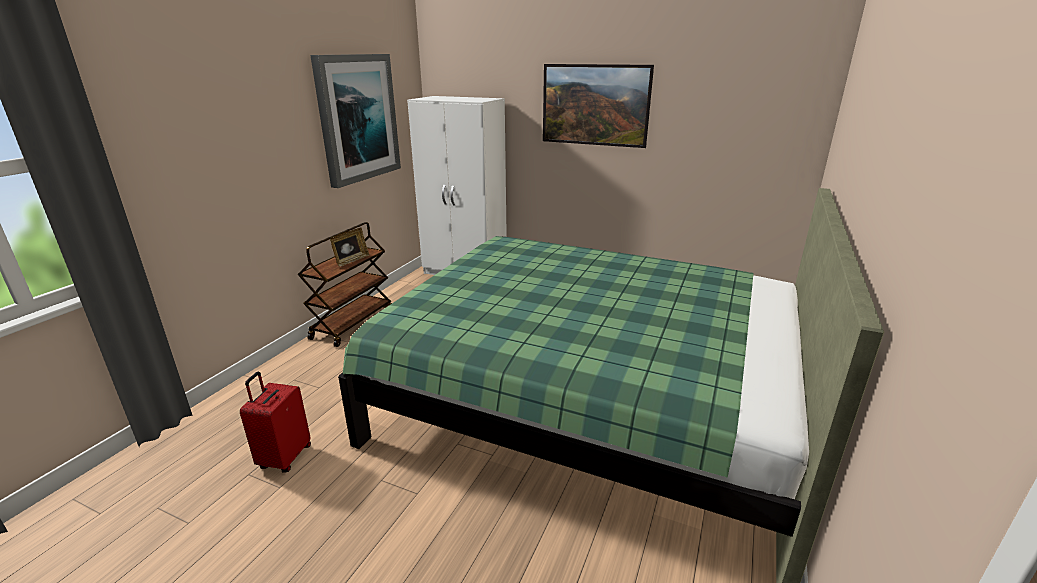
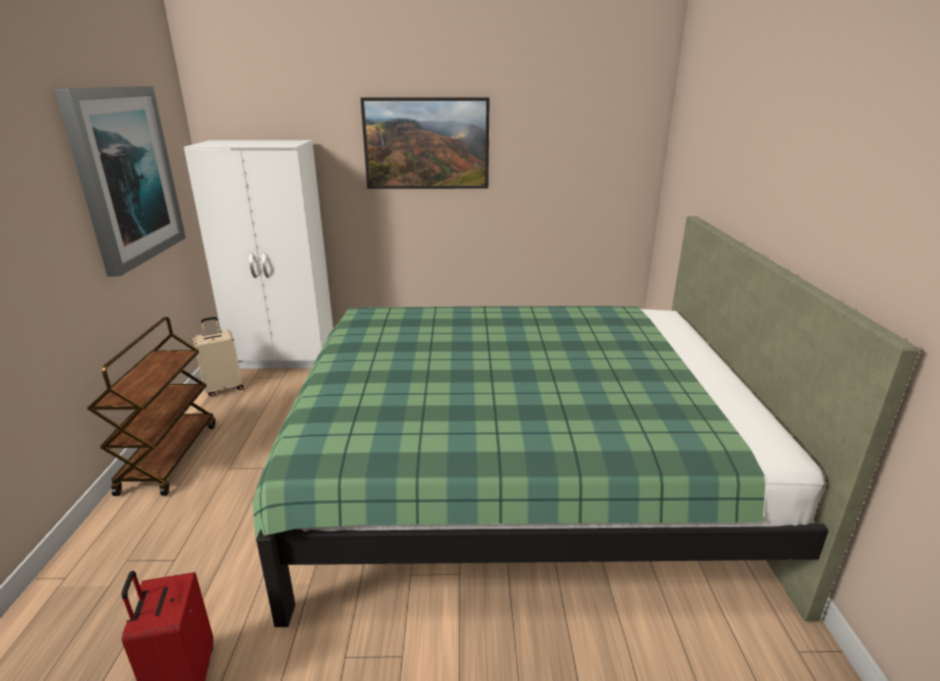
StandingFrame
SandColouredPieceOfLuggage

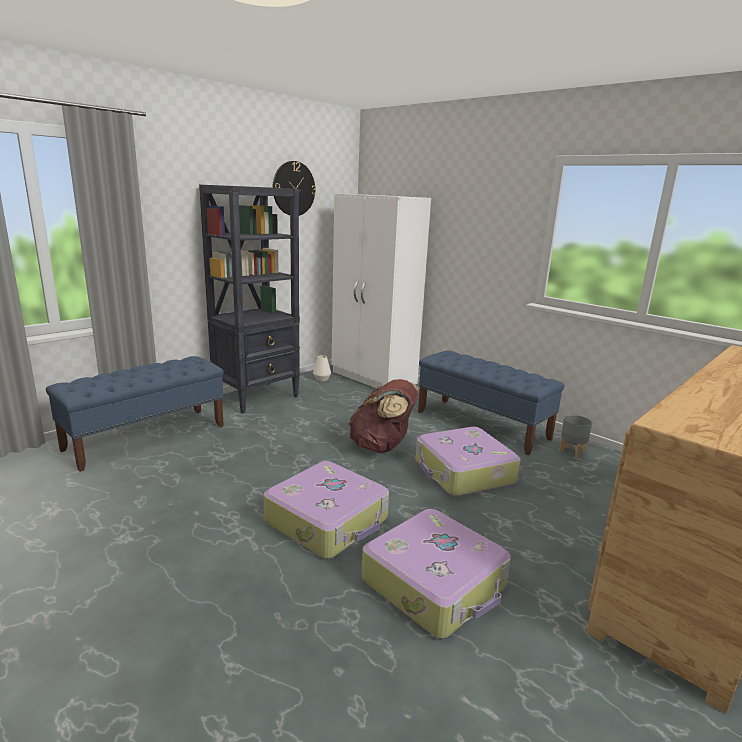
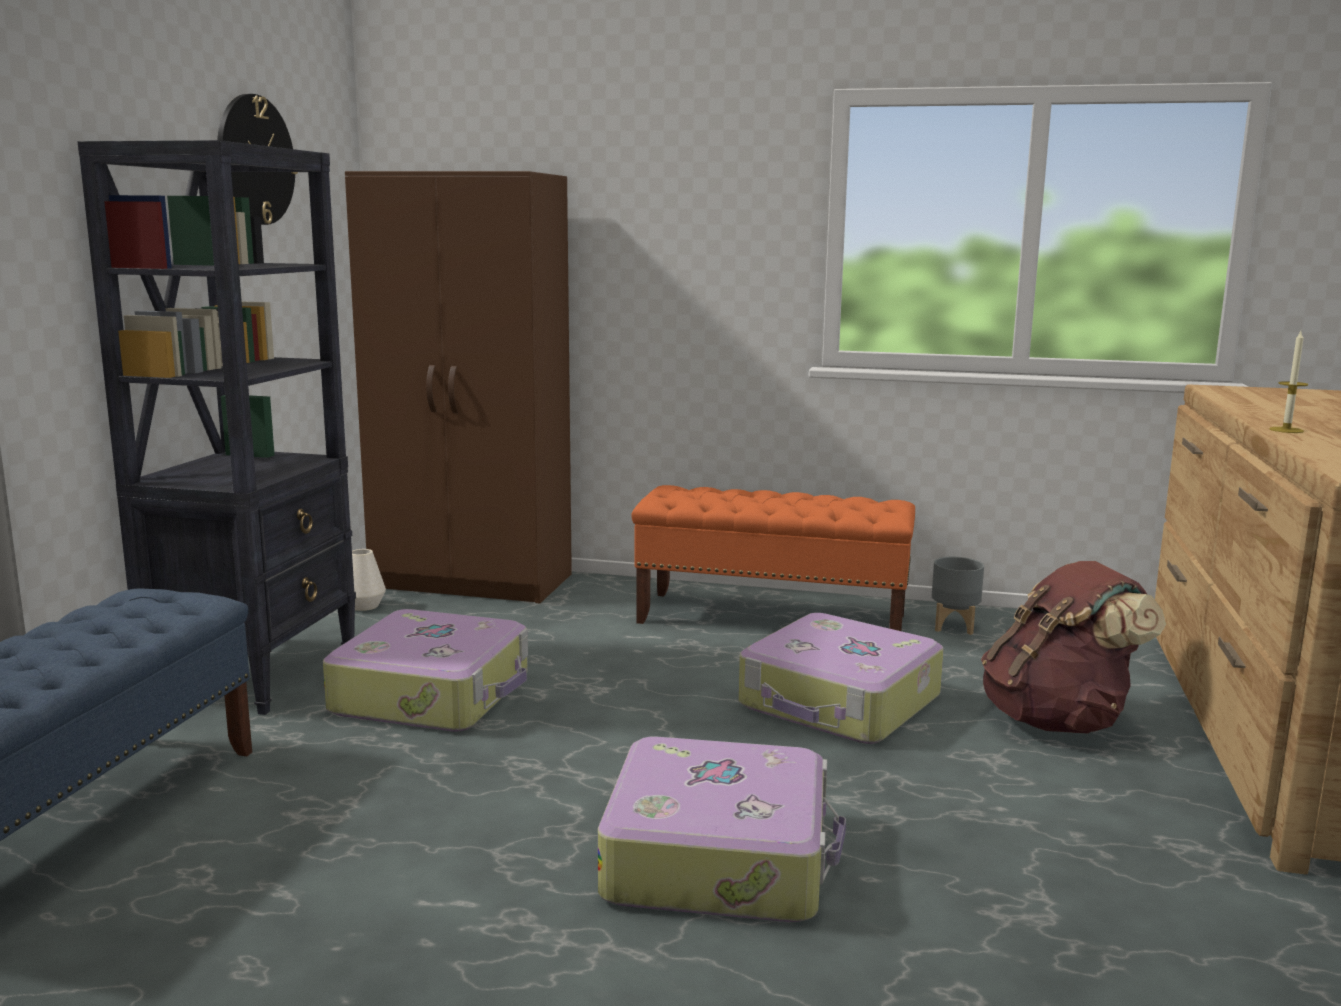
BrownishWardrobe
BrownishRucksack
PieceOfLuggage (no. 1 from left)
OrangeIndoorBench
WaxLight

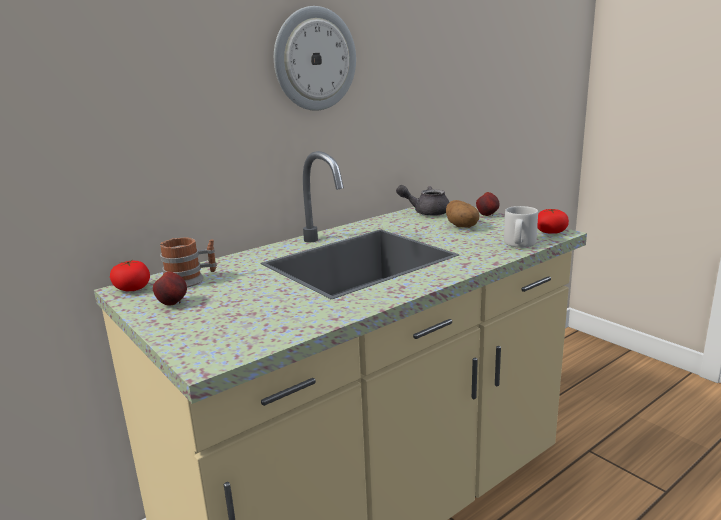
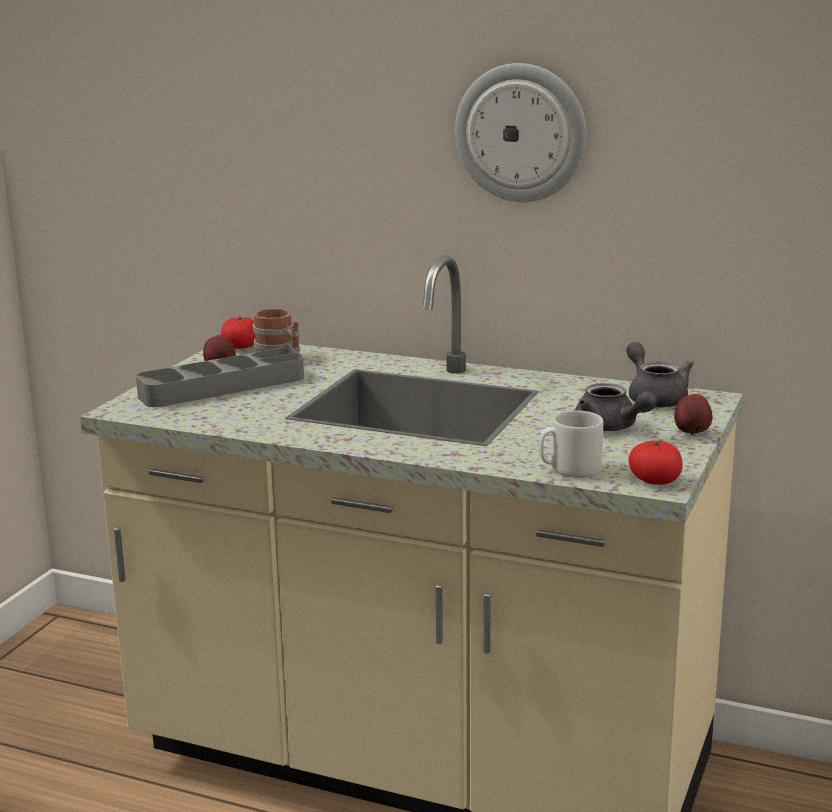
GreyTeapot (no. 1 from left)
GreyServingTray

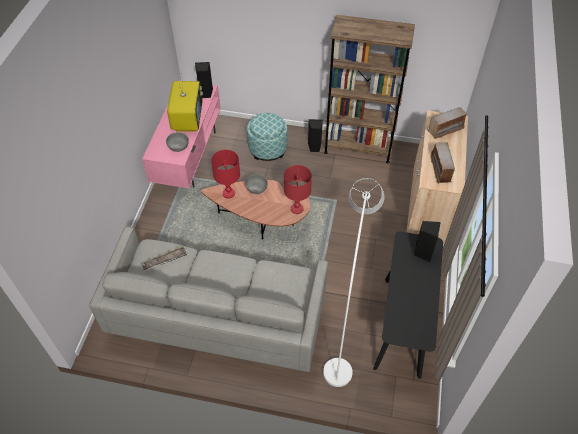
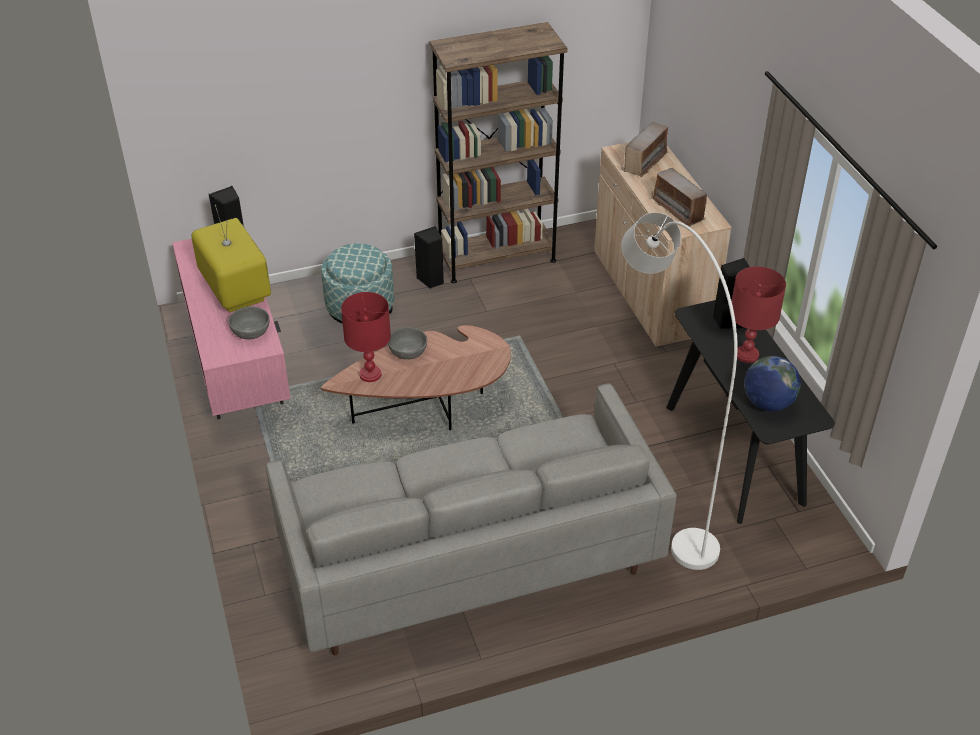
ServingTray
ReddishLampForATable (no. 2 from left)
Globe

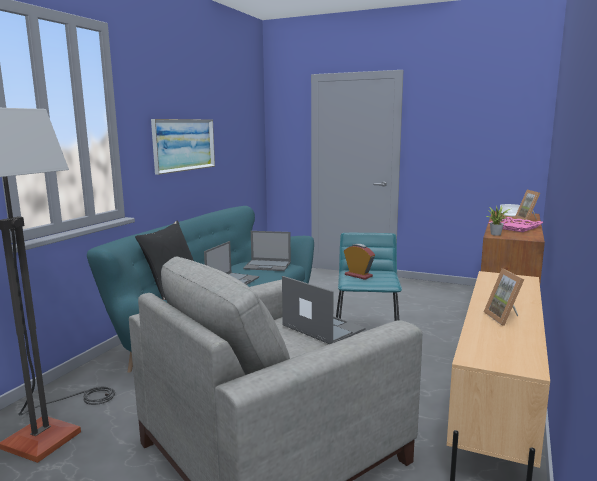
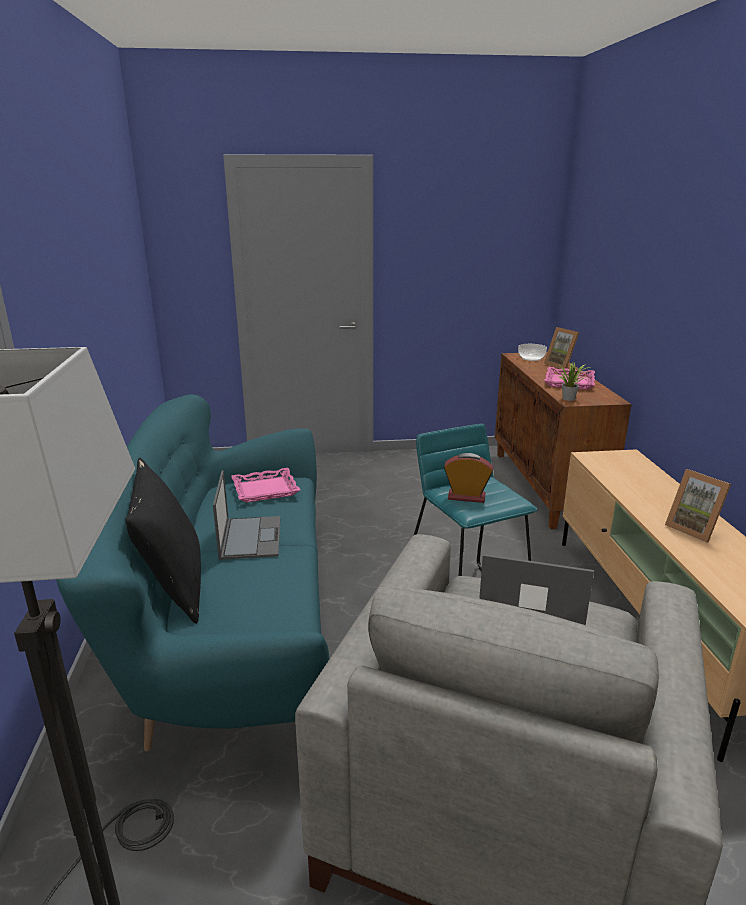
WallArt
PinkServingTray (no. 1 from left)

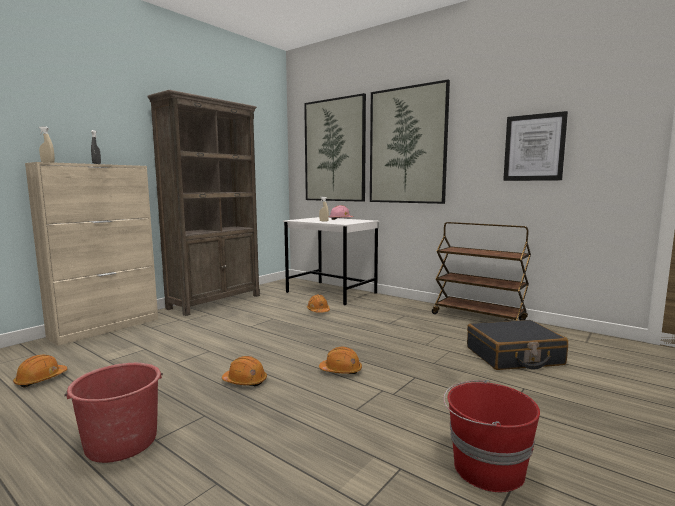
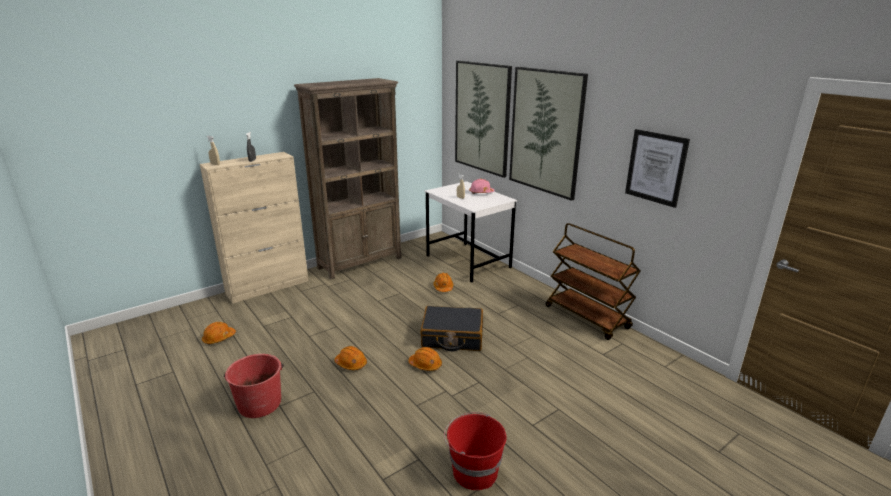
BlackPieceOfLuggage

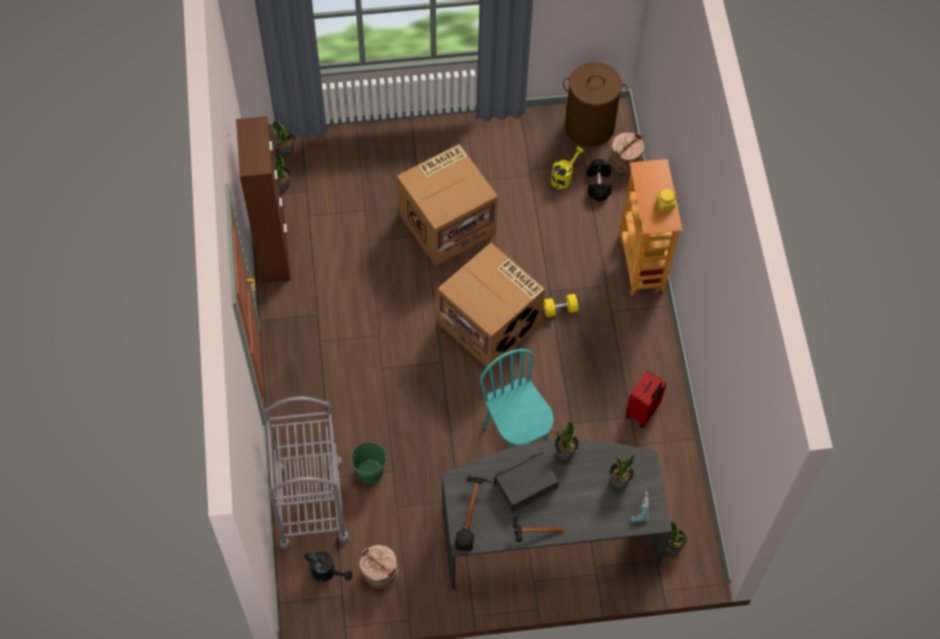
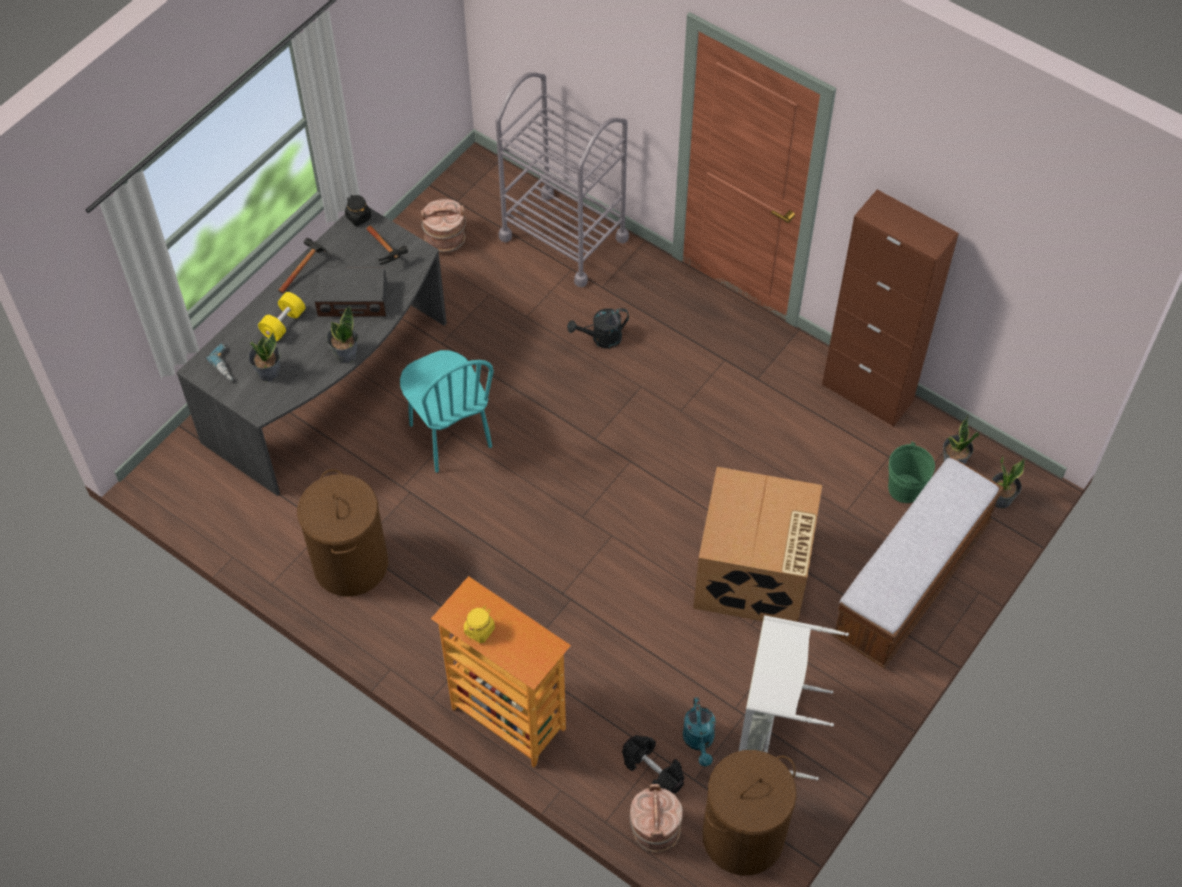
BlackWateringCan
GreenishBucket
Carton (no. 2 from left in the first image)
TurquoisePlainChair
Radio
YellowColouredFreeWeight
TurquoiseWateringCan
BrownishLaundryBasket (no. 1 from left)
Houseplant (no. 5 from left in the first image)
GreyLaundryBasket
IndoorBench

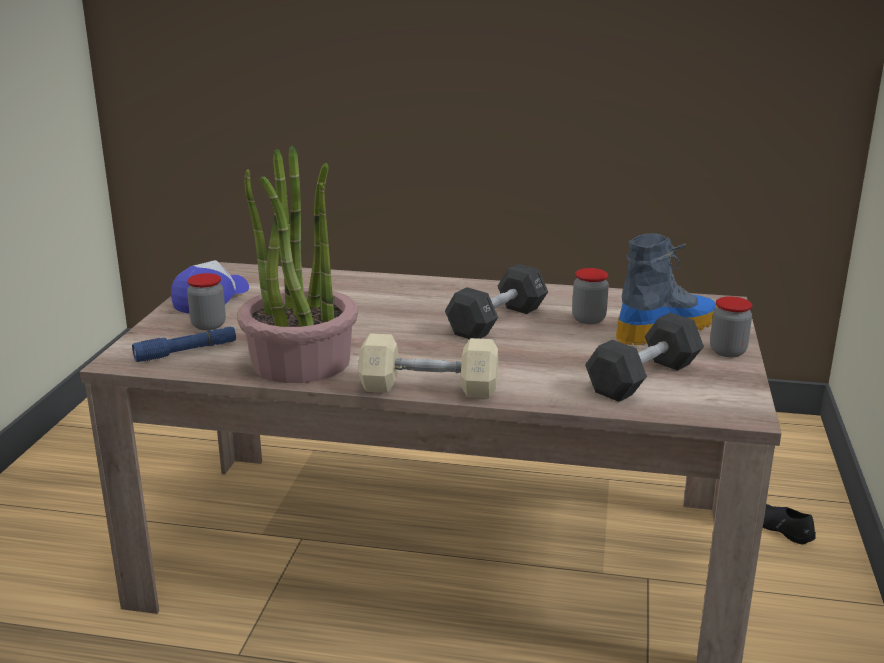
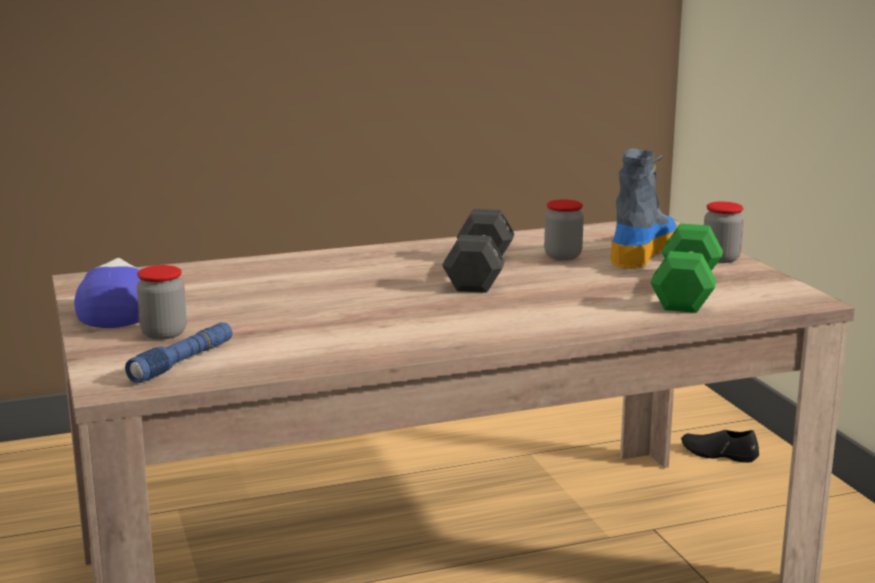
Houseplant
SandColouredFreeWeight
GreenishFreeWeight

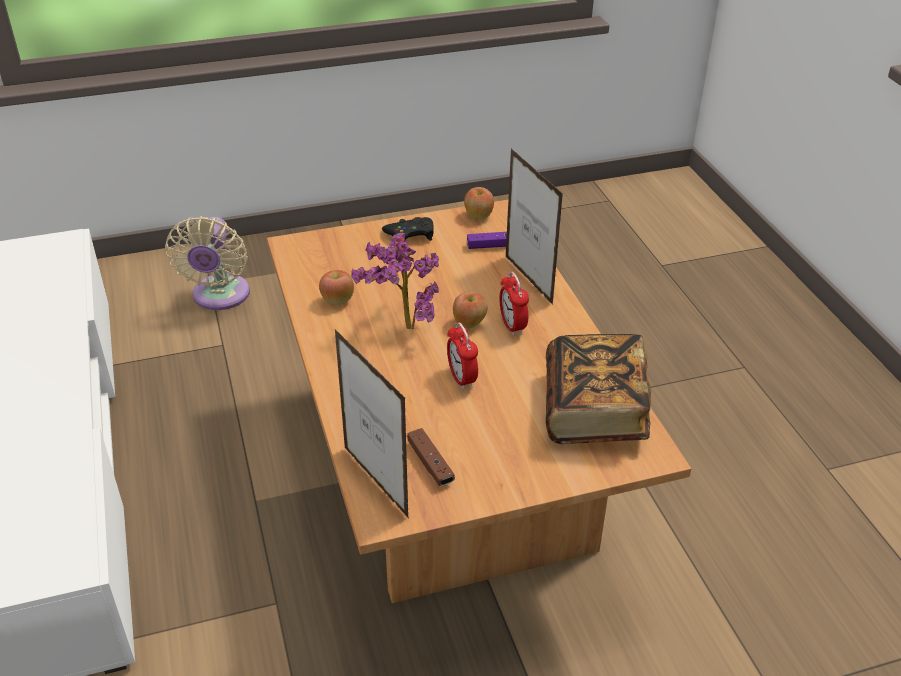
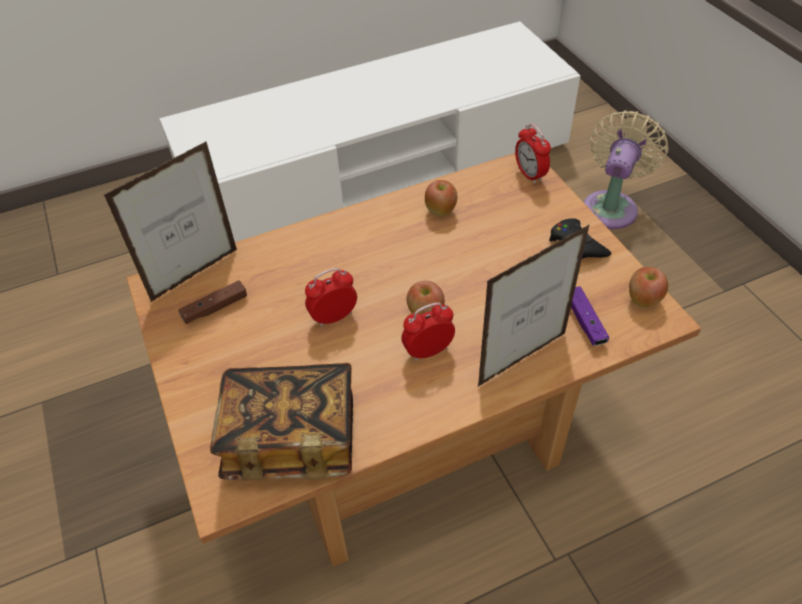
SandColouredElectricFan
Houseplant
AlarmClock (no. 3 from left)

